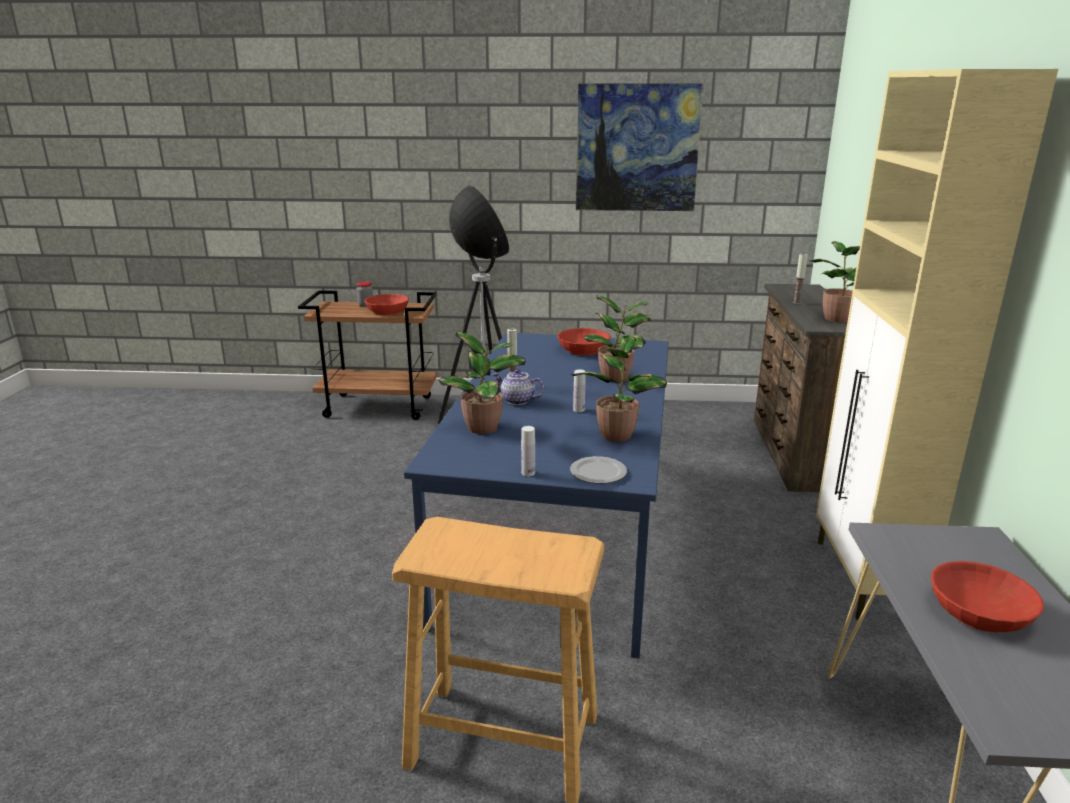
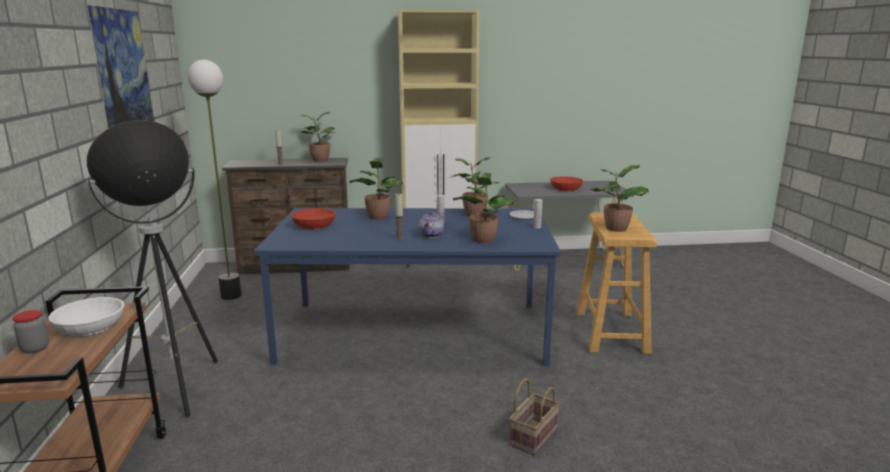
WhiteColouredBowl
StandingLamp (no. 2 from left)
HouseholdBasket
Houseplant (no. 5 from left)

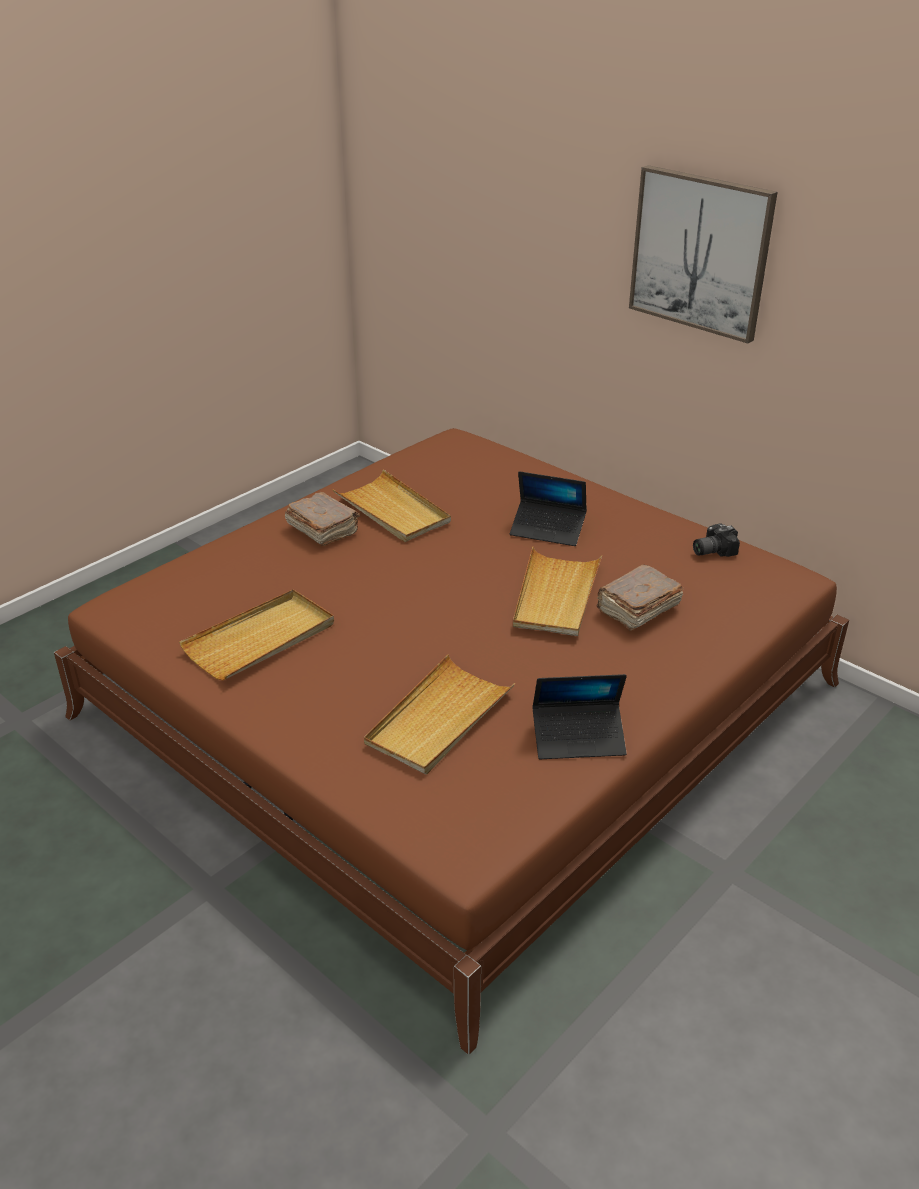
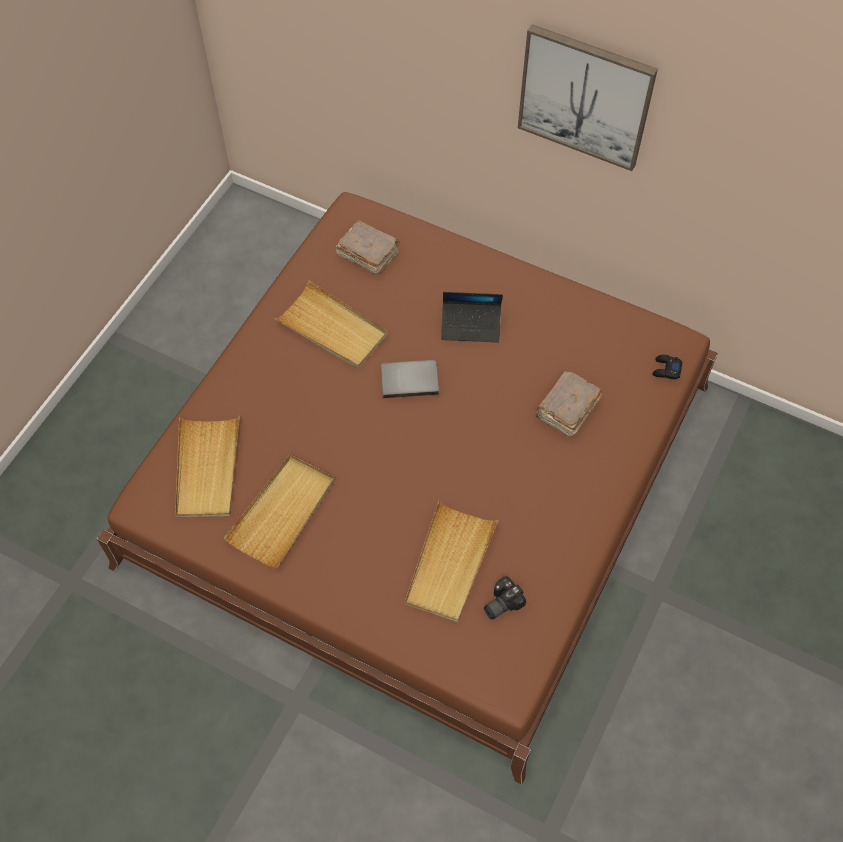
BrownishBook (no. 1 from left)
SandColouredServingTray (no. 1 from left)
Laptop (no. 2 from left in the first image)
PhotoCamera
GreyBook
BlackJoypad

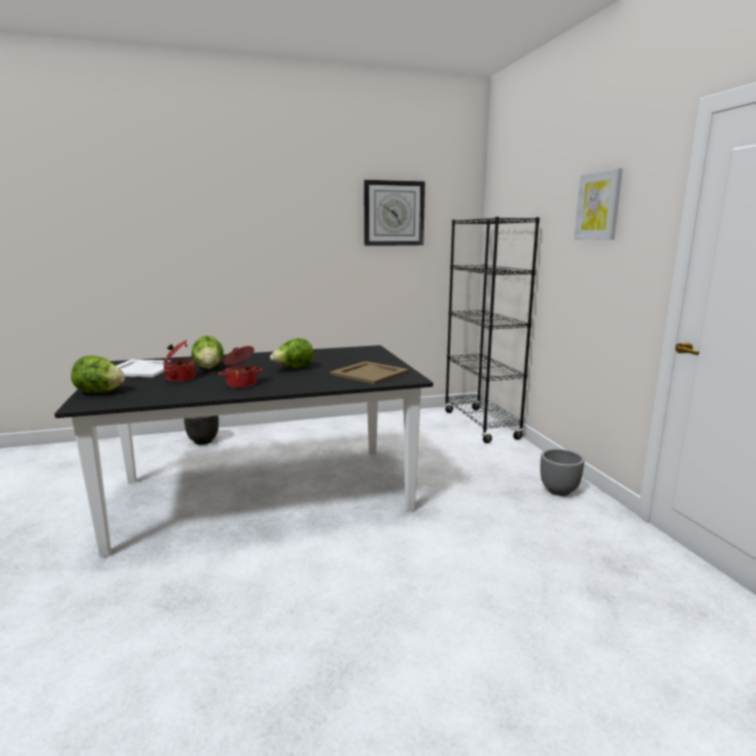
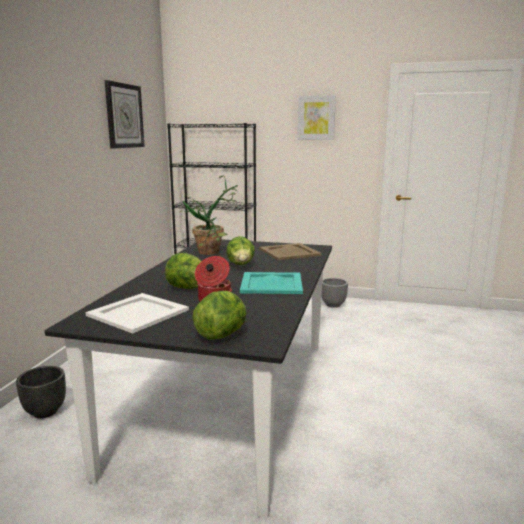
TurquoiseServingTray
Houseplant

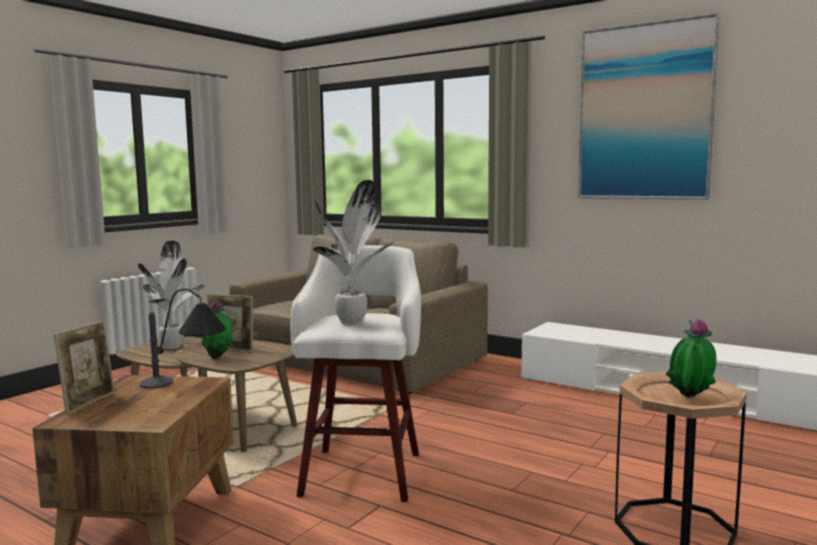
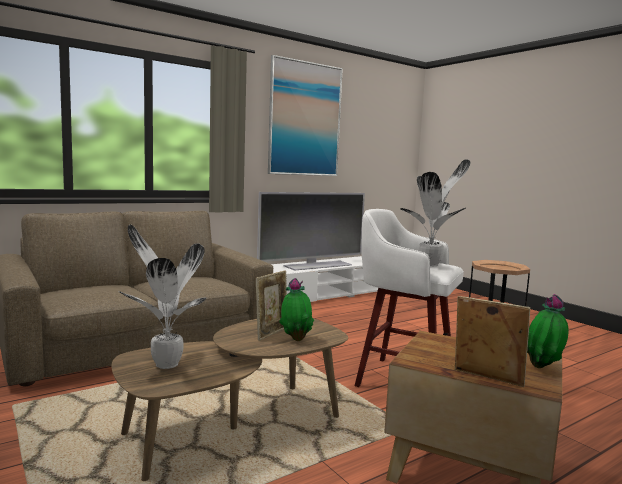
LampForATable
Houseplant (no. 4 from left)
TvSet

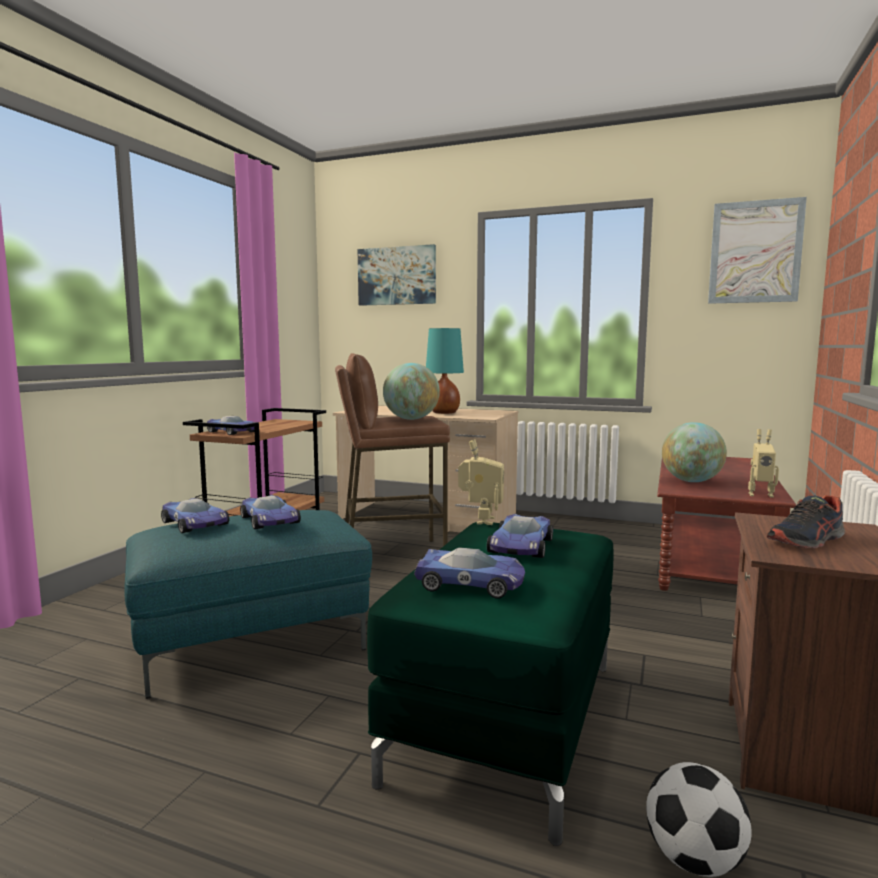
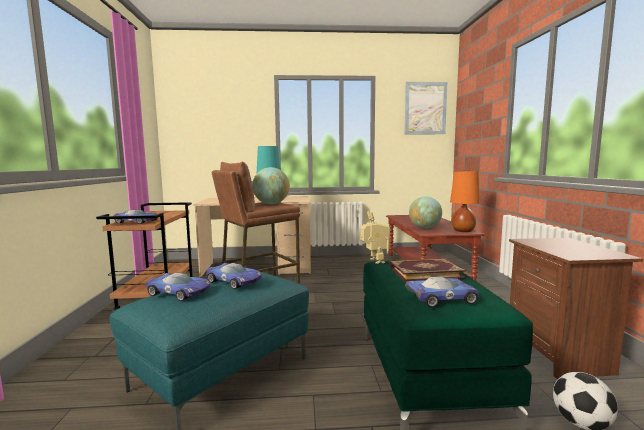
WallArt (no. 1 from left in the first image)
Book
OrangeLampForATable
LowShoe

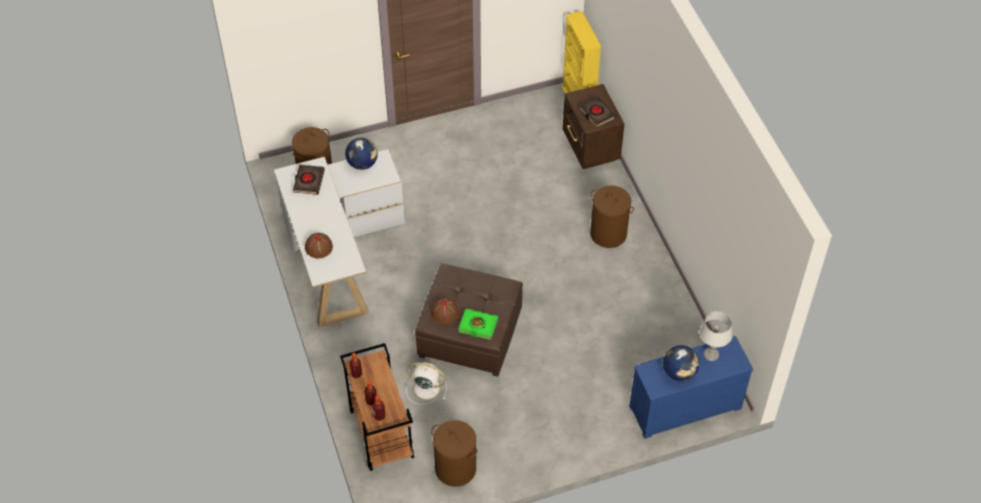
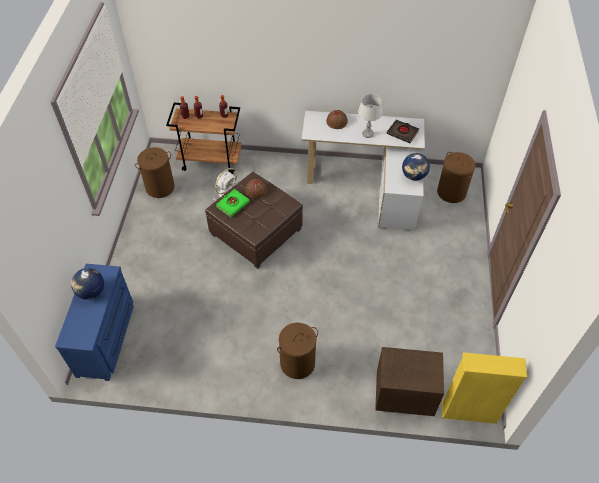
BlackBook (no. 2 from left in the first image)
GreyLampForATable

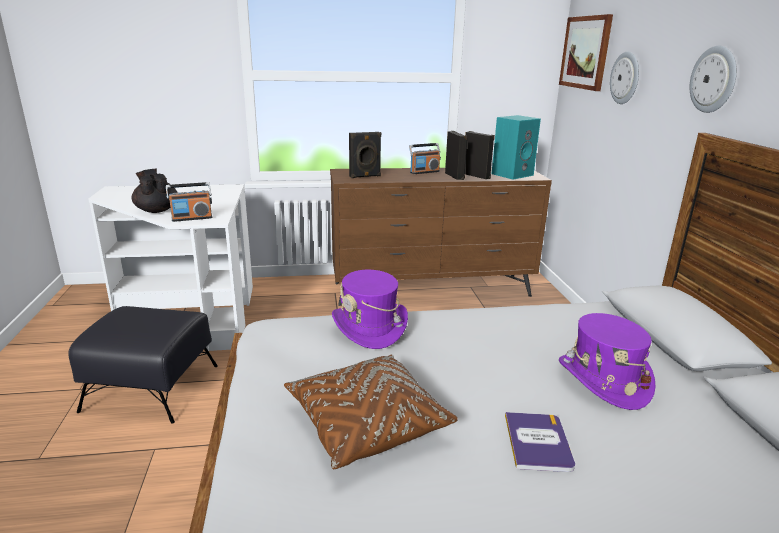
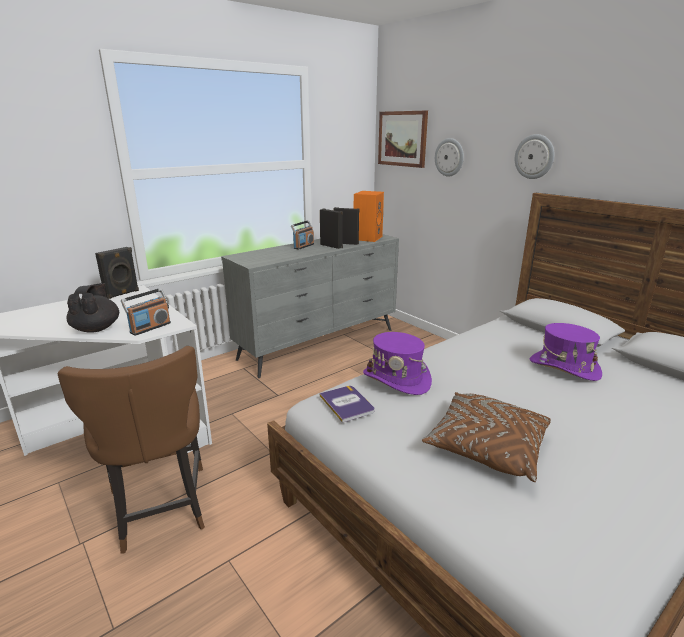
BrownishPlainChair
BlackTeapot
GreyDresser
BlackLoudspeaker (no. 1 from left)
OrangeLoudspeaker
Book

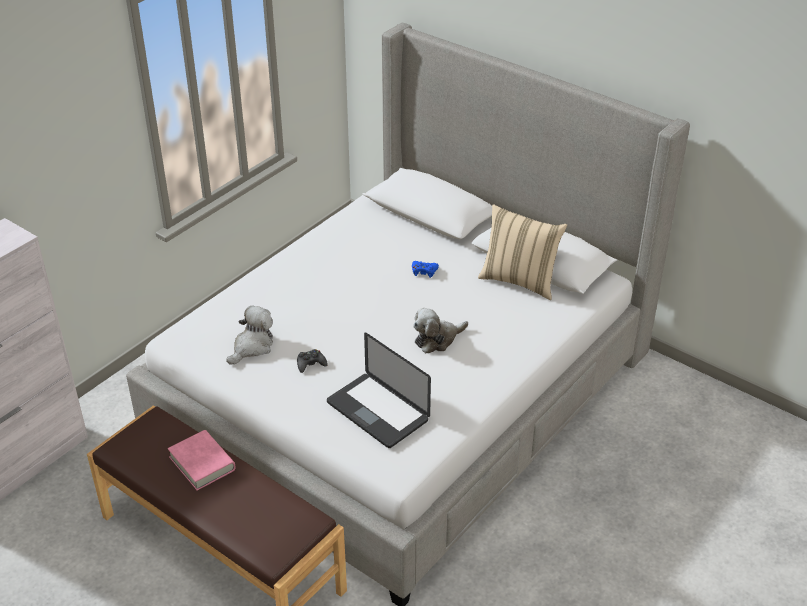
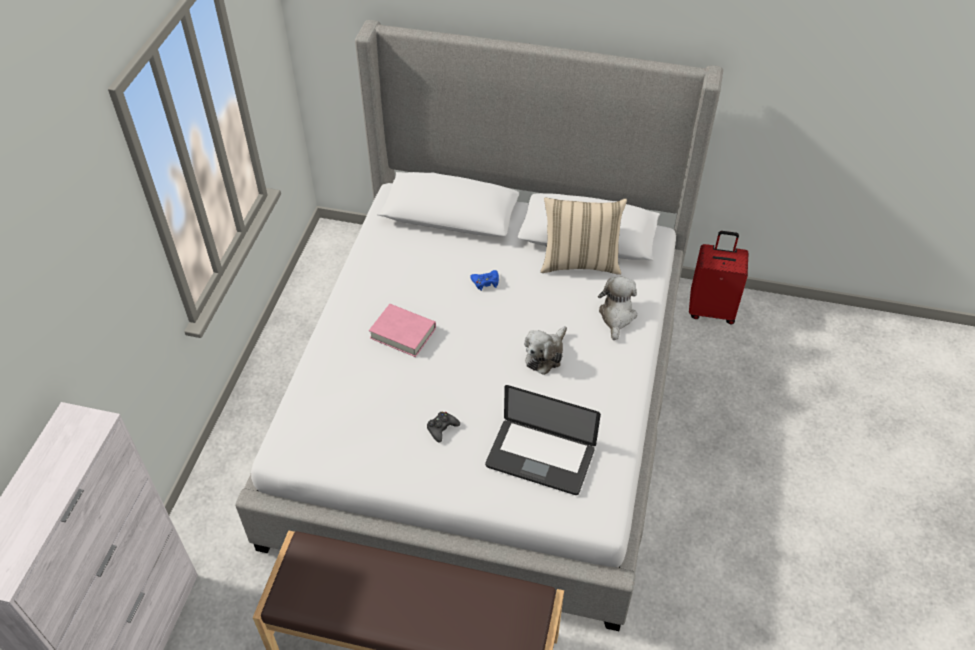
PinkBook
SoftToy (no. 2 from left)
ReddishPieceOfLuggage

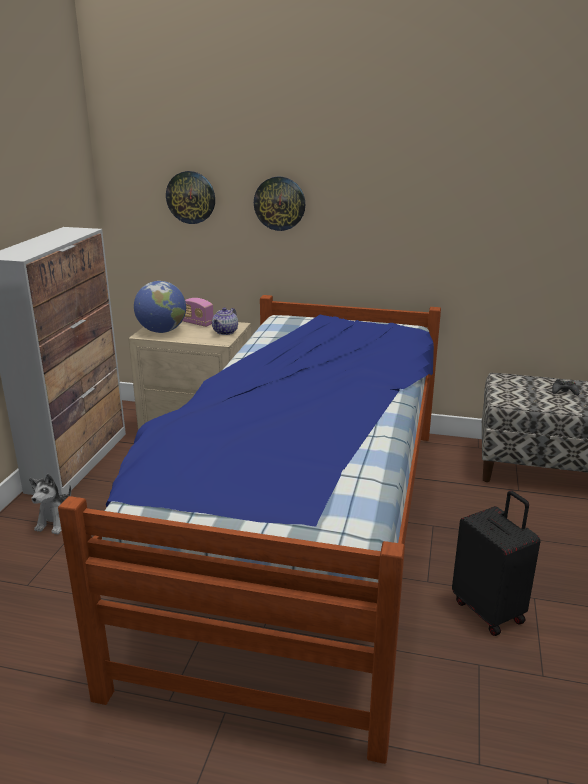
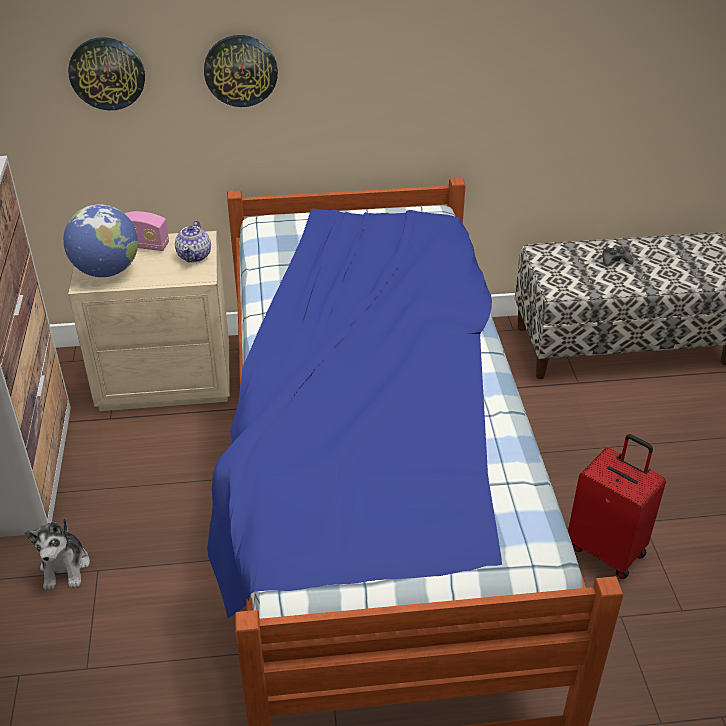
ReddishPieceOfLuggage

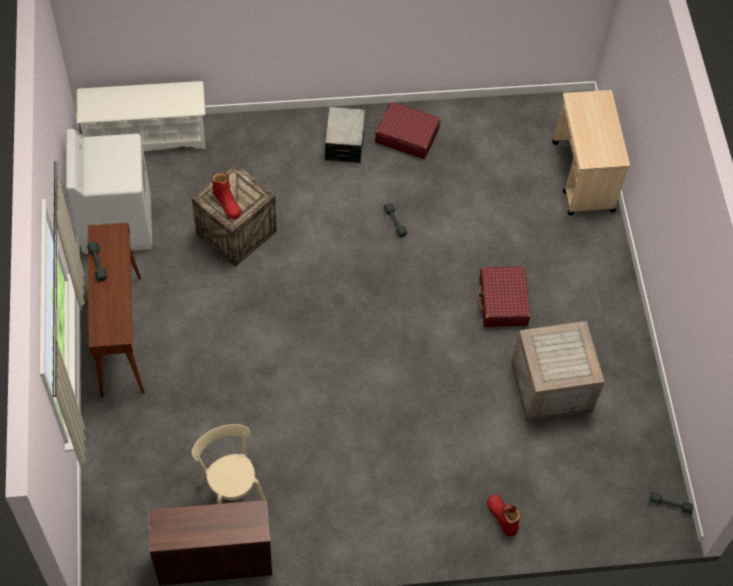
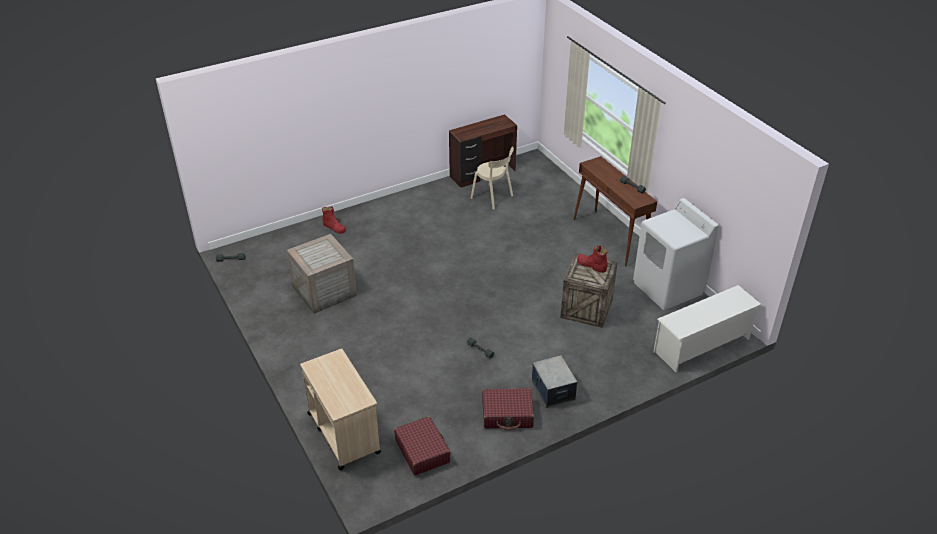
ReddishPieceOfLuggage (no. 1 from left)

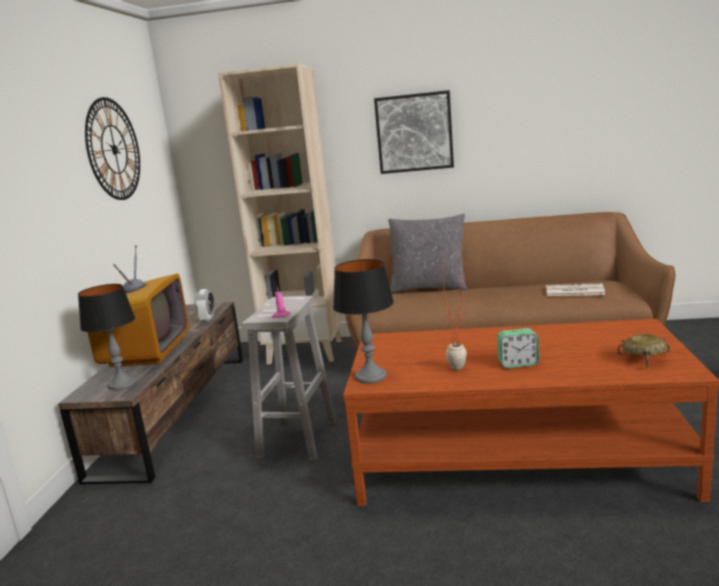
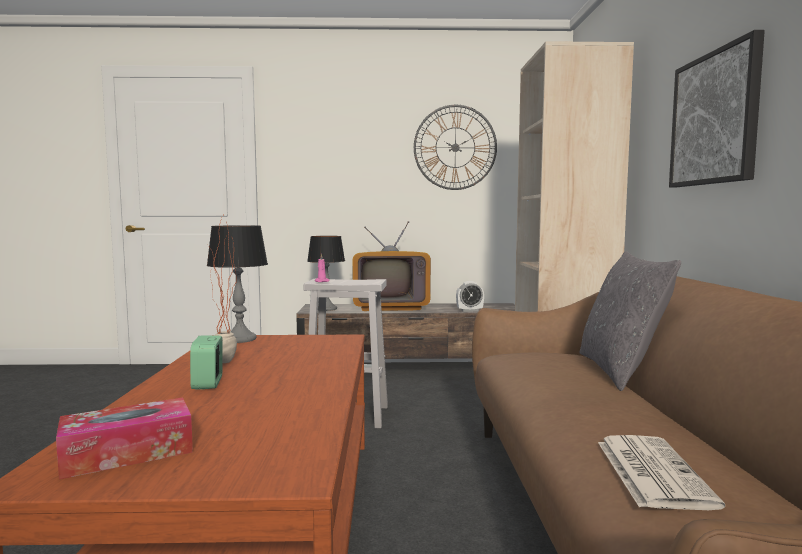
BoxOfTissues

